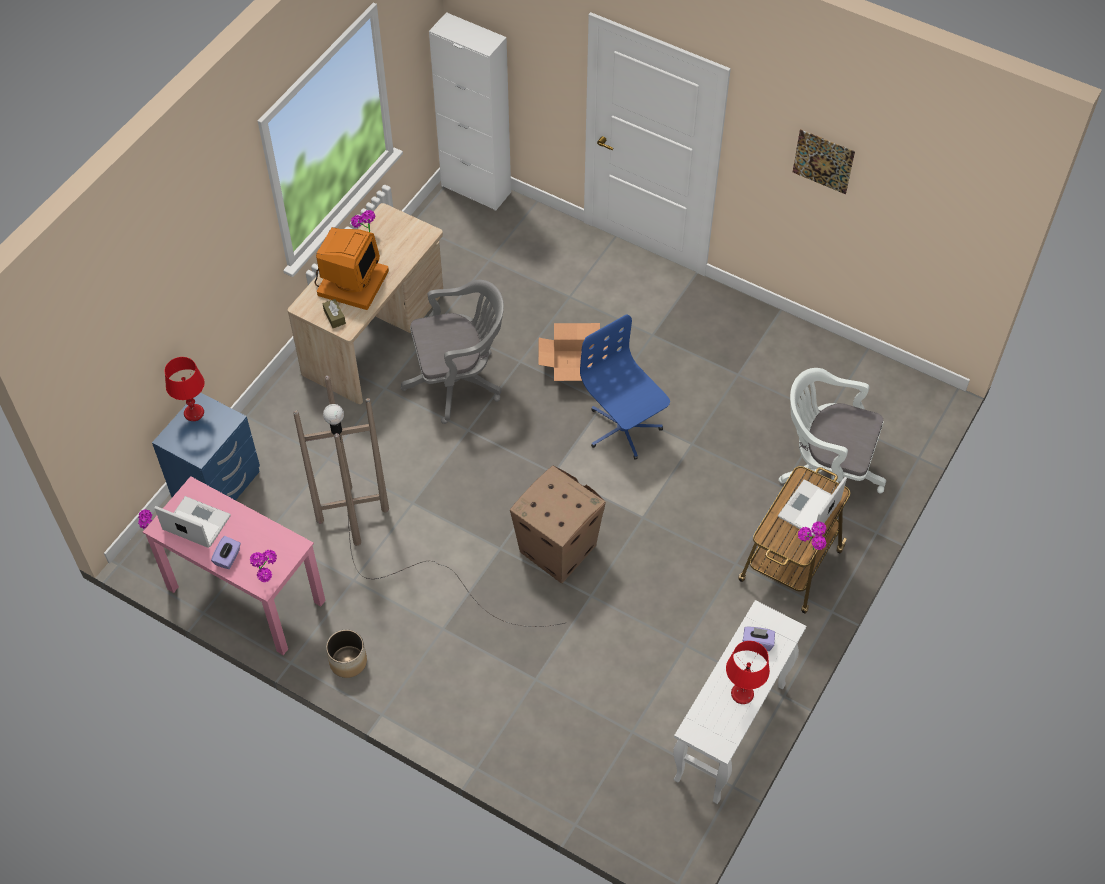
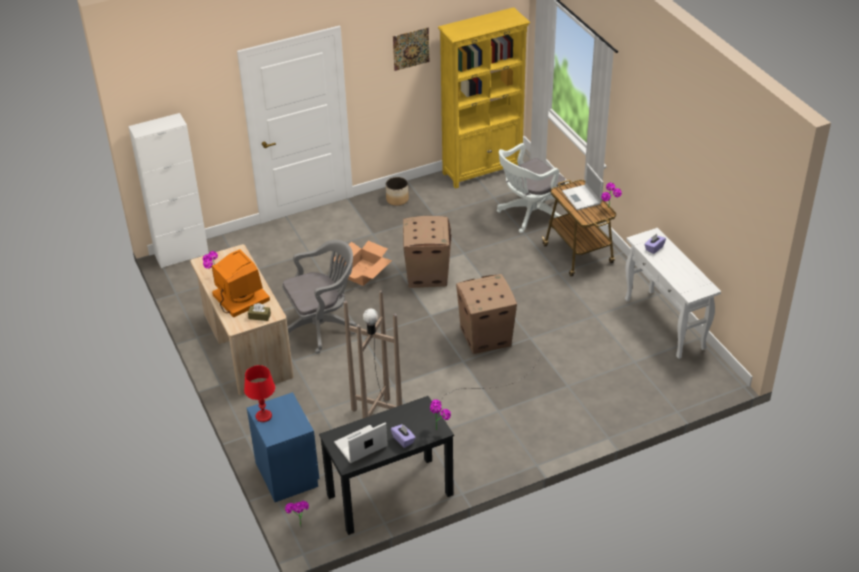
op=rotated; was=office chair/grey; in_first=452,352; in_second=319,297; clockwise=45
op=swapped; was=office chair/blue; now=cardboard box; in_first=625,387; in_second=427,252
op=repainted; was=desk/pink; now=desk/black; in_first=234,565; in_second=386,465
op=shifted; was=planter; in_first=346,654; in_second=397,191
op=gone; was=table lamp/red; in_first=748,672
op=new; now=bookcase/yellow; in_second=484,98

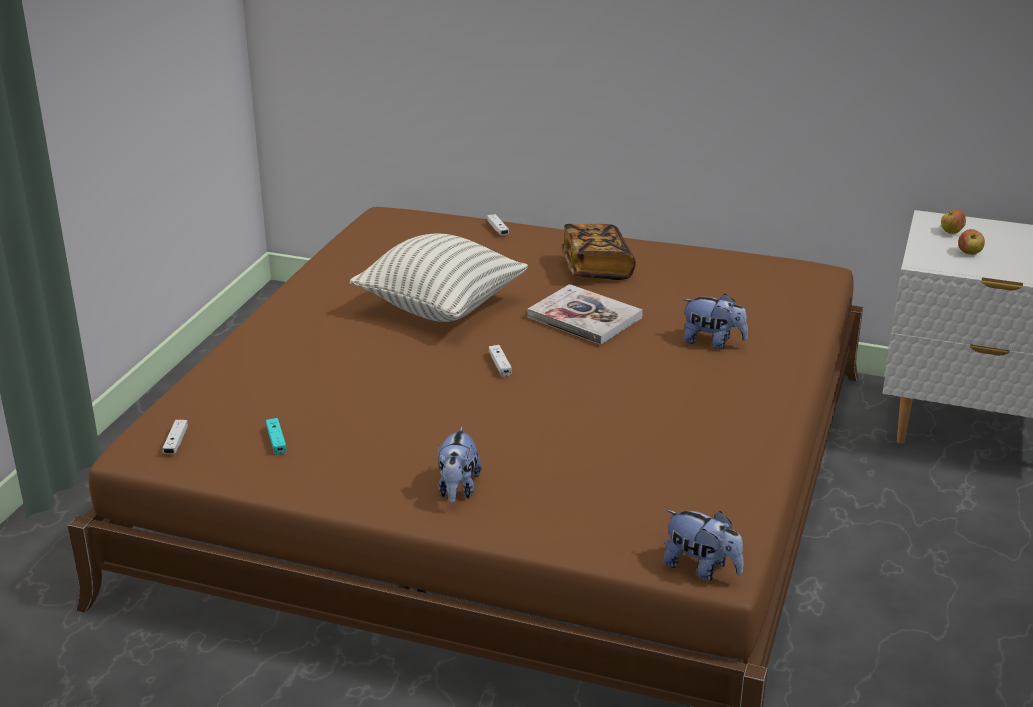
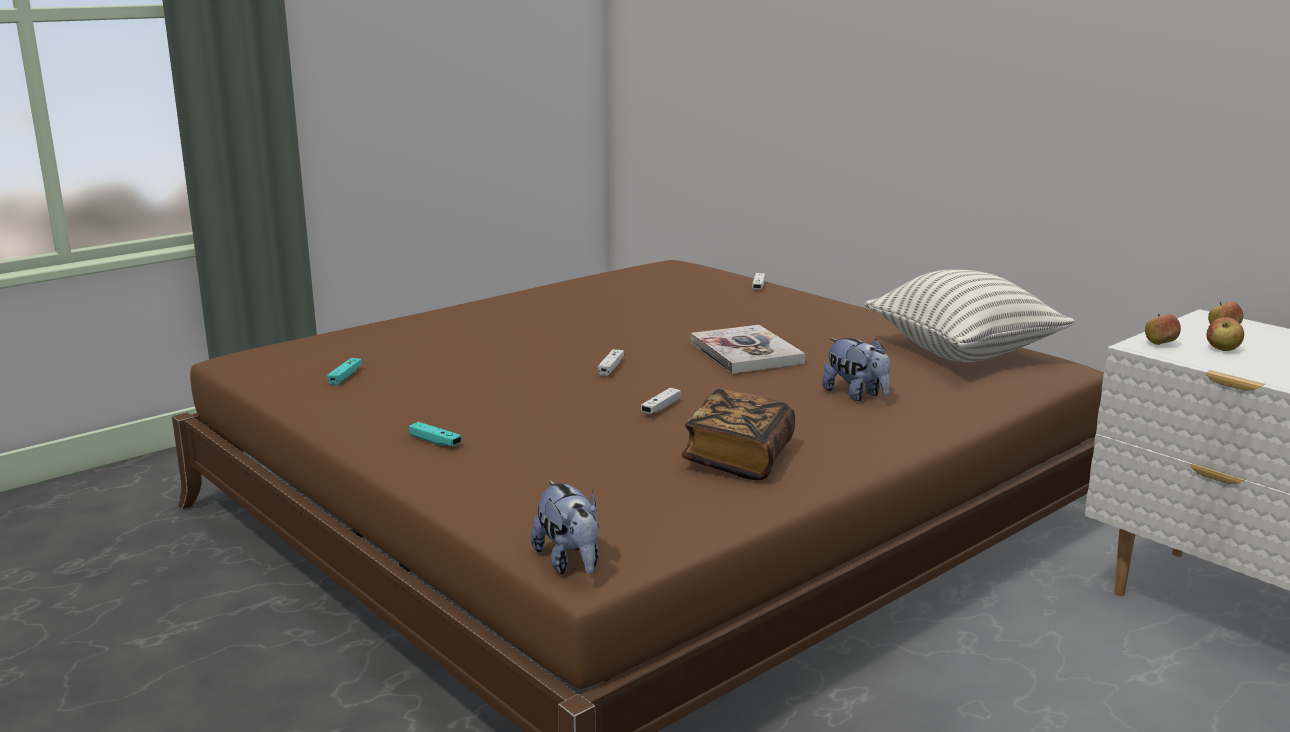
op=shifted; was=book; in_first=598,251; in_second=738,434
op=shifted; was=pillow; in_first=439,278; in_second=970,316
op=shifted; was=game controller/white; in_first=175,437; in_second=661,401
op=swapped; was=plush toy; now=game controller/turquoise; in_first=460,465; in_second=435,434
op=new; now=apple; in_second=1163,329

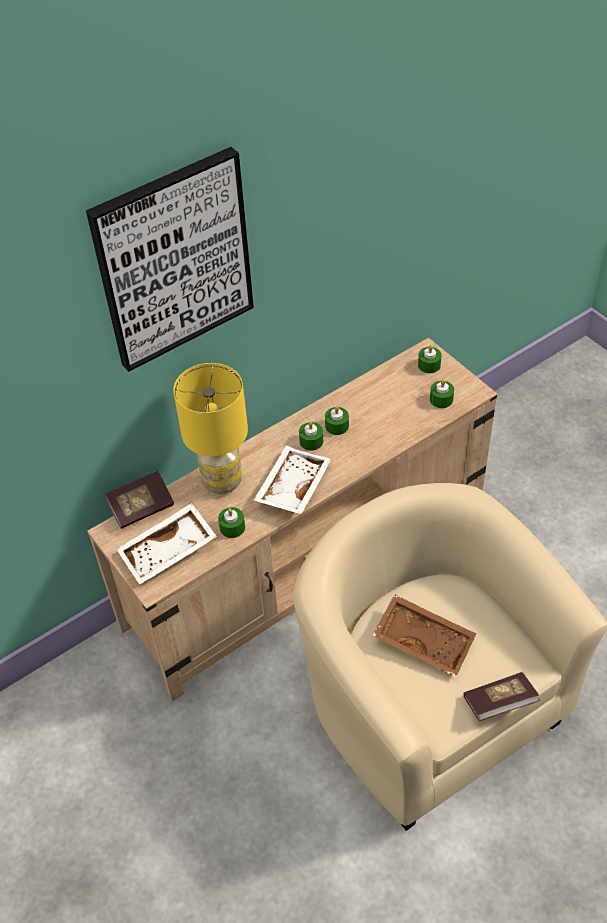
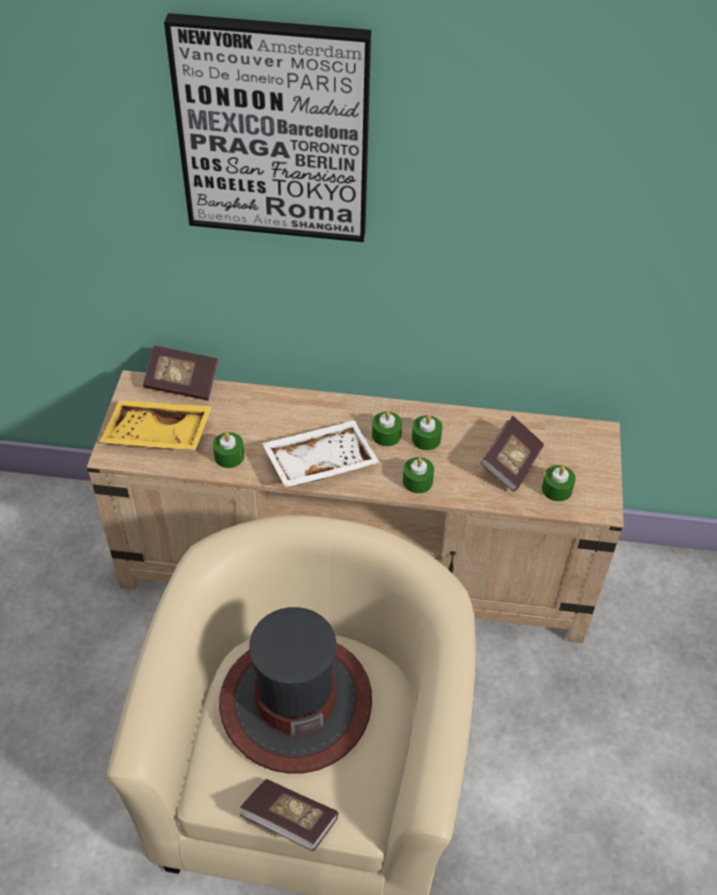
op=shifted; was=candle/green; in_first=430,359; in_second=418,475
op=gone; was=table lamp/yellow; in_first=210,428
op=repainted; was=tray/white; now=tray/yellow; in_first=166,544; in_second=156,425
op=swapped; was=tray/brown; now=hat; in_first=424,635; in_second=295,690
op=new; now=book; in_second=512,454

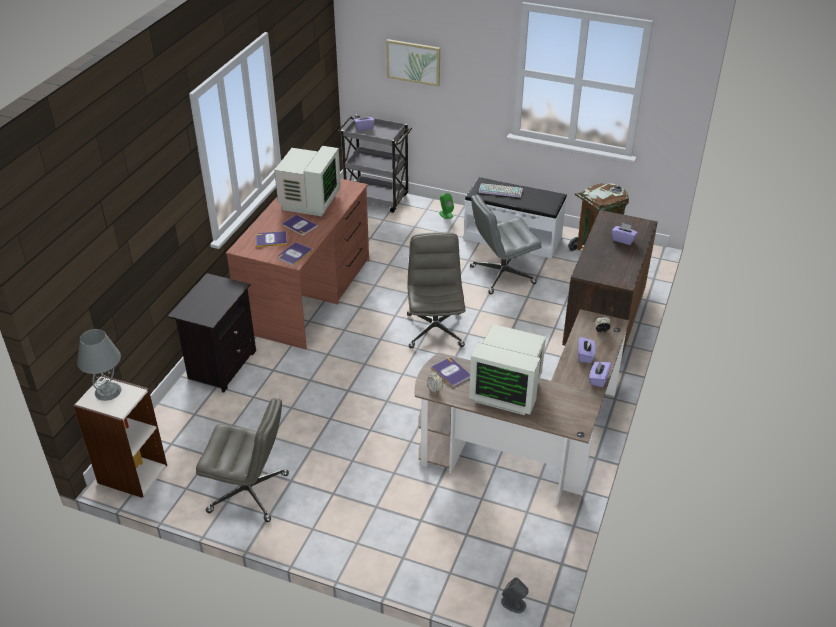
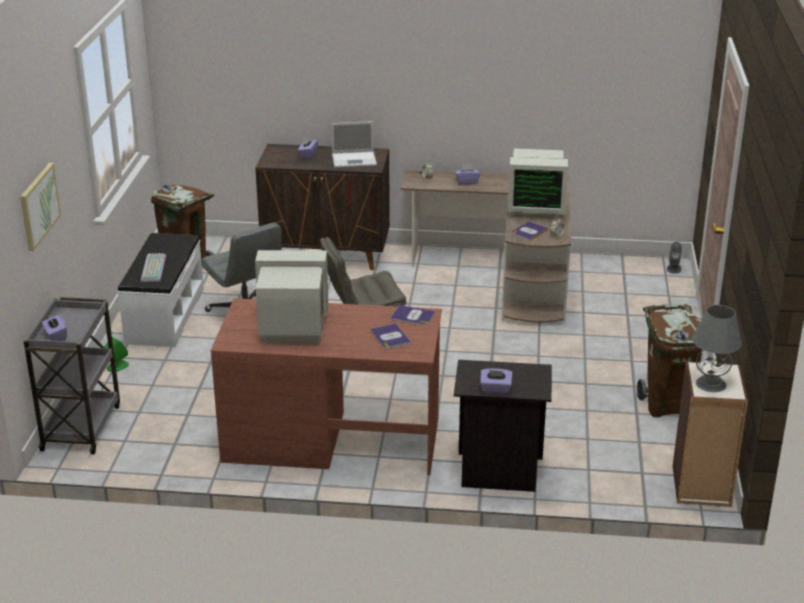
op=gone; was=book; in_first=299,225
op=rotated; was=monitor; in_first=507,369; in_second=538,183; clockwise=90
op=shifted; was=tissue box/purple; in_first=600,374; in_second=496,380
op=swapped; was=office chair/grey; now=trash can/brown; in_first=242,460; in_second=669,360
op=new; now=laptop; in_second=354,144

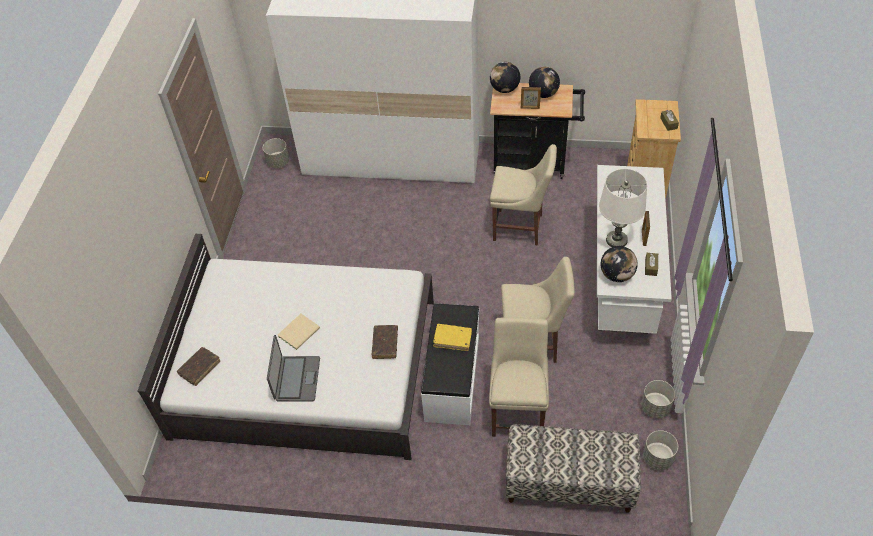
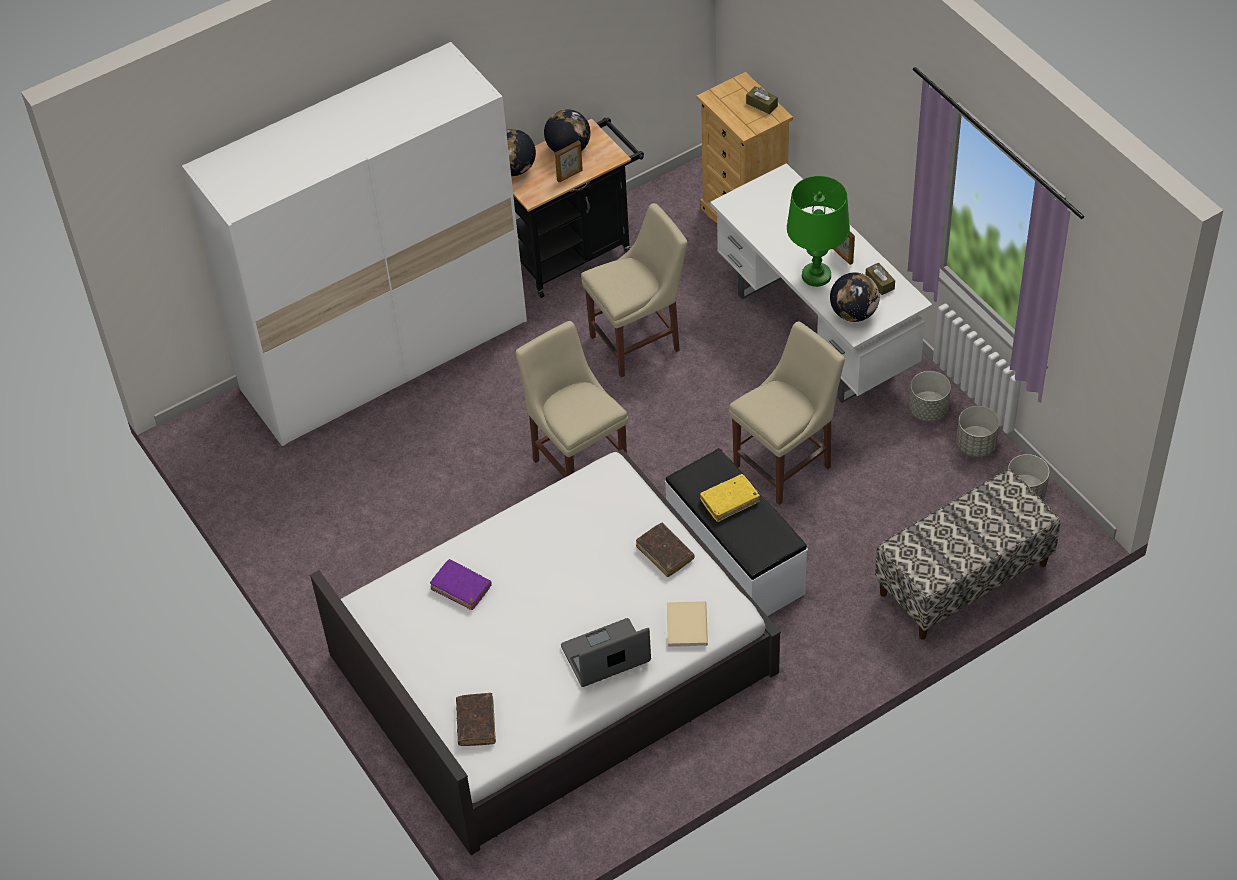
op=shifted; was=planter/grey; in_first=276,153; in_second=930,396
op=repainted; was=table lamp/white; now=table lamp/green; in_first=623,208; in_second=818,231
op=shifted; was=book/beige; in_first=299,332; in_second=687,624
op=shifted; was=chair/beige; in_first=519,377; in_second=571,399
op=rotated; was=laptop; in_first=293,368; in_second=606,652; clockwise=-75
op=new; now=book/purple; in_second=461,584

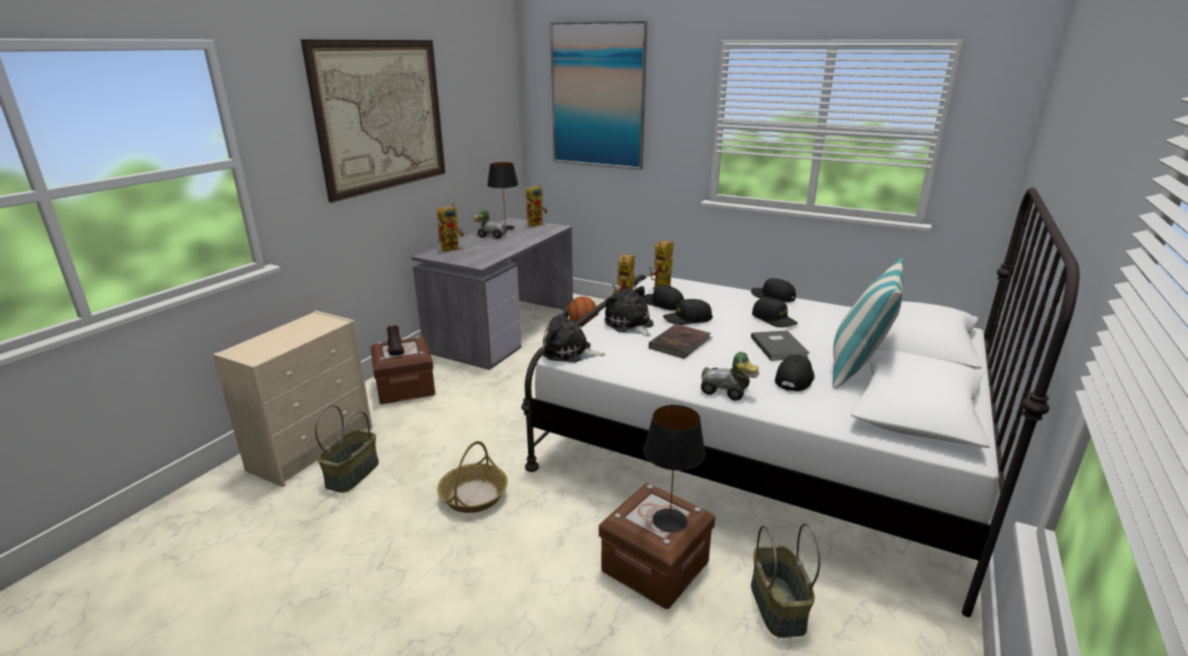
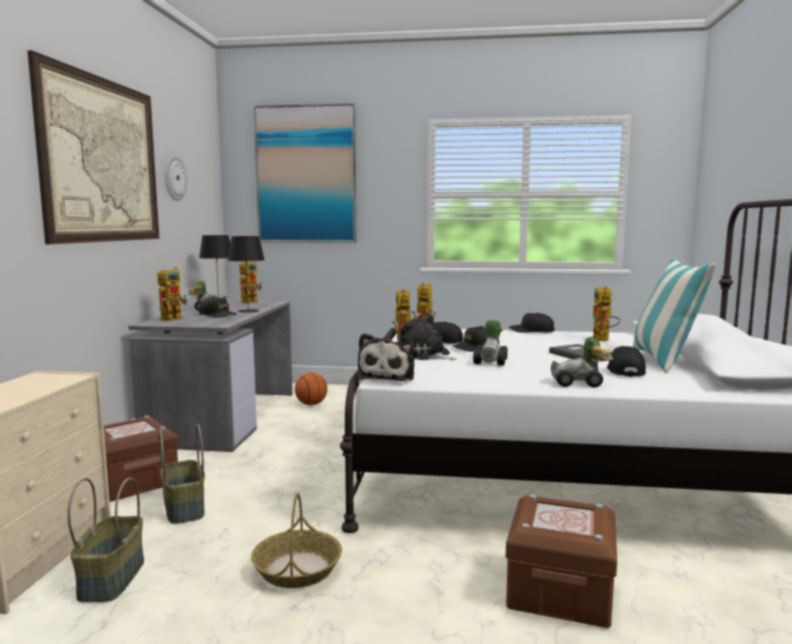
op=shifted; was=cap/black; in_first=775,312; in_second=217,307
op=rotated; was=plush toy; in_first=573,335; in_second=386,357; clockwise=-75
op=swapped; was=book/brown; now=toy car; in_first=681,341; in_second=490,343
op=gone; was=shoe; in_first=395,340
op=shifted; was=table lamp/black; in_first=674,469; in_second=246,274
op=shifted; was=basket; in_first=786,580; in_second=182,474
op=new; now=wall clock; in_second=176,178
op=new; now=toy robot; in_second=607,313

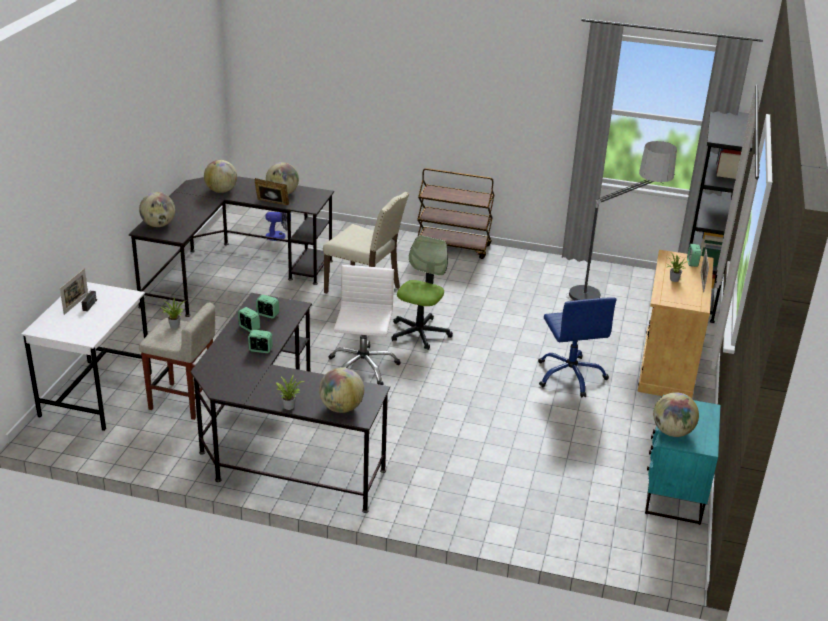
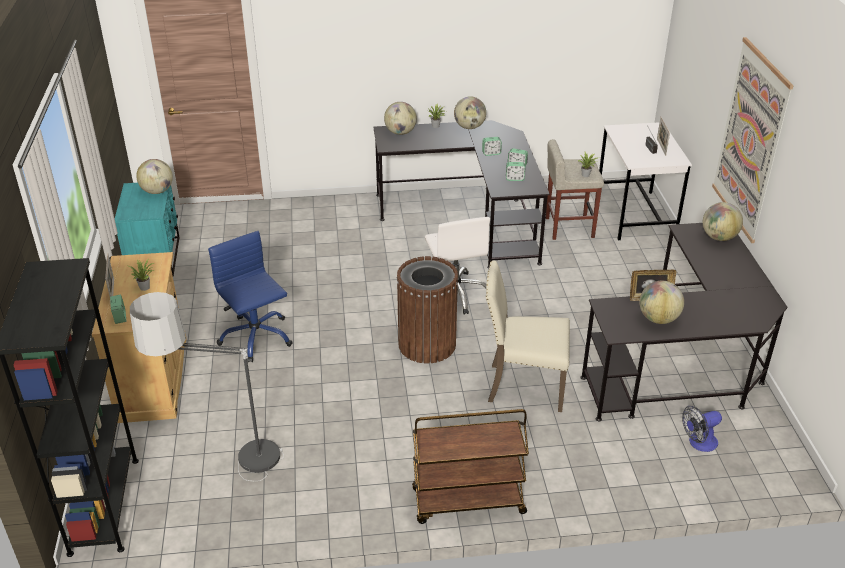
op=shifted; was=globe; in_first=220,176; in_second=470,112
op=swapped; was=office chair; now=trash can/brown; in_first=422,292; in_second=427,309
op=new; now=picture; in_second=752,140

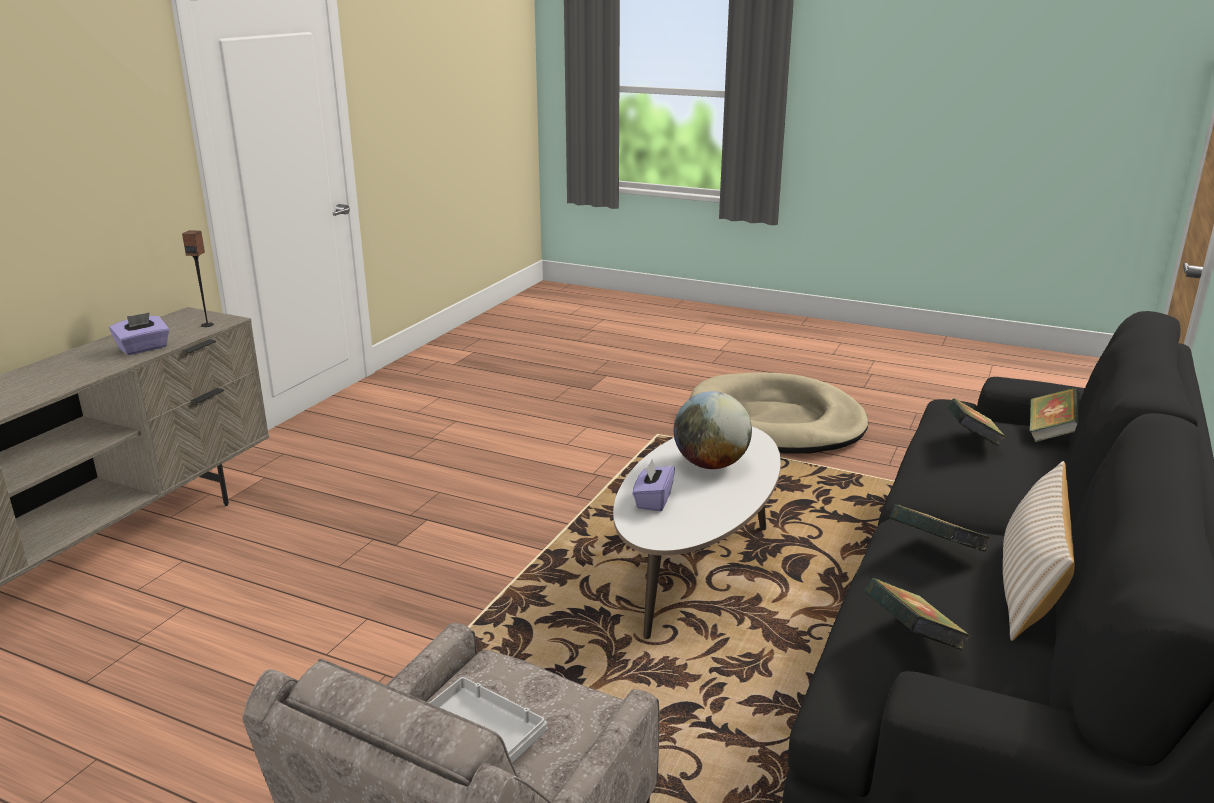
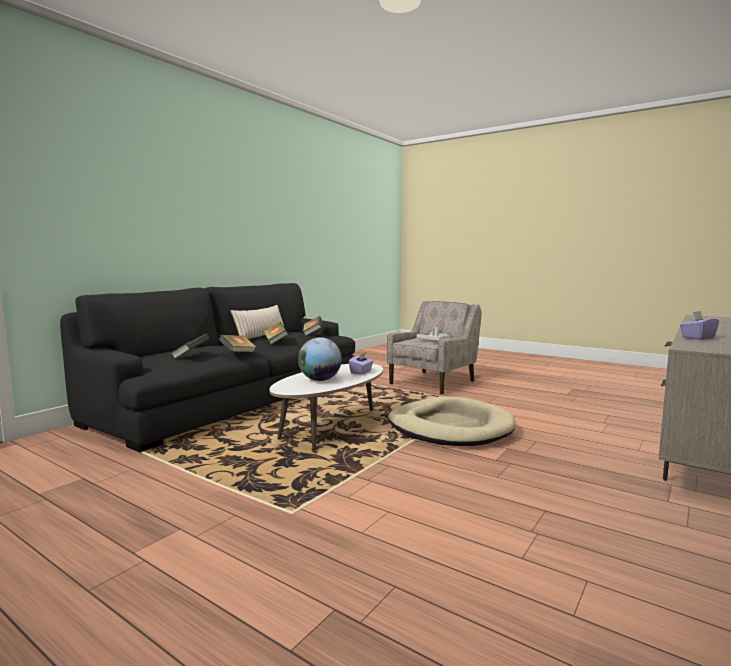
op=gone; was=speaker; in_first=198,278
op=shifted; was=dog bed/beige; in_first=779,413; in_second=451,421
op=shifted; was=book; in_first=1055,415; in_second=237,343

